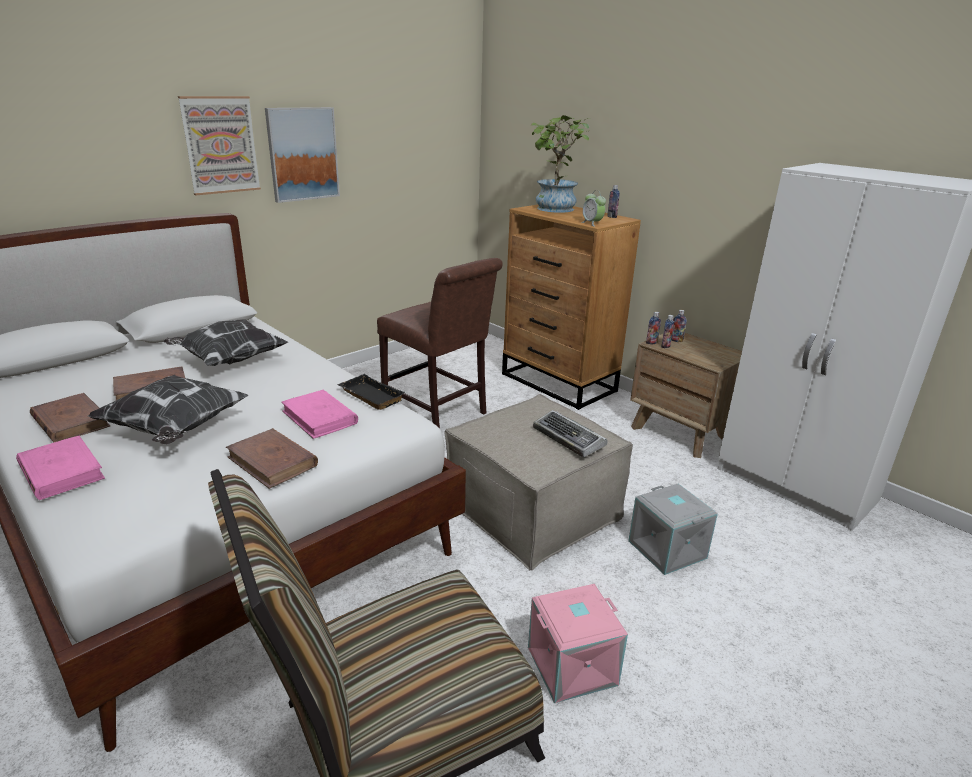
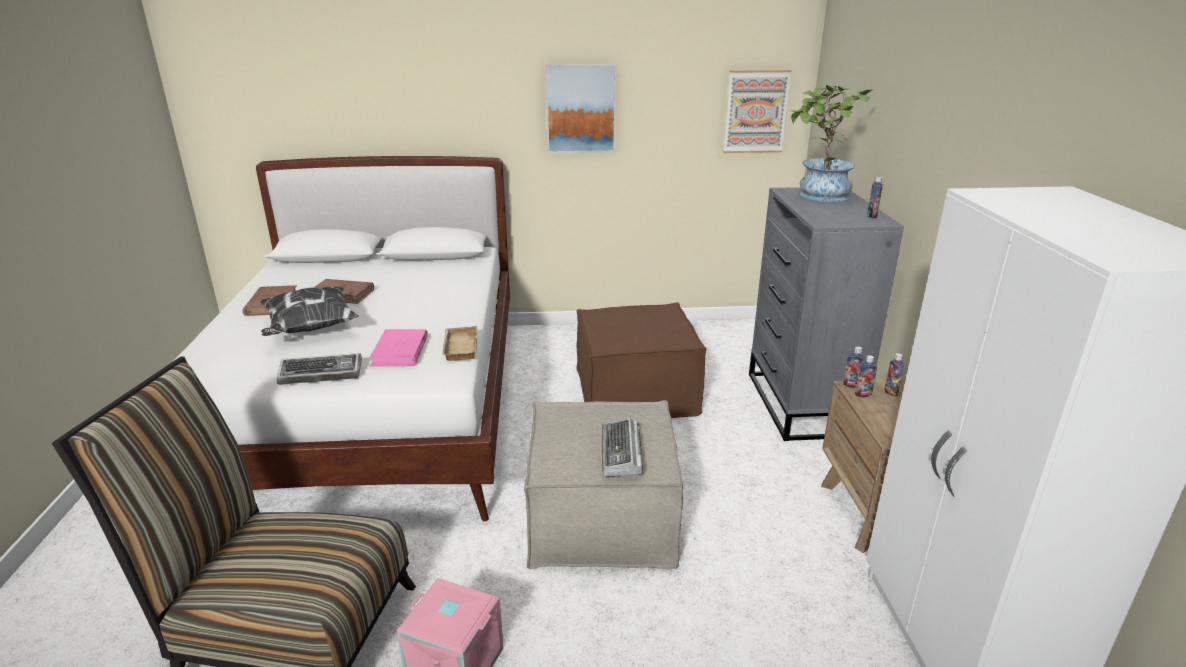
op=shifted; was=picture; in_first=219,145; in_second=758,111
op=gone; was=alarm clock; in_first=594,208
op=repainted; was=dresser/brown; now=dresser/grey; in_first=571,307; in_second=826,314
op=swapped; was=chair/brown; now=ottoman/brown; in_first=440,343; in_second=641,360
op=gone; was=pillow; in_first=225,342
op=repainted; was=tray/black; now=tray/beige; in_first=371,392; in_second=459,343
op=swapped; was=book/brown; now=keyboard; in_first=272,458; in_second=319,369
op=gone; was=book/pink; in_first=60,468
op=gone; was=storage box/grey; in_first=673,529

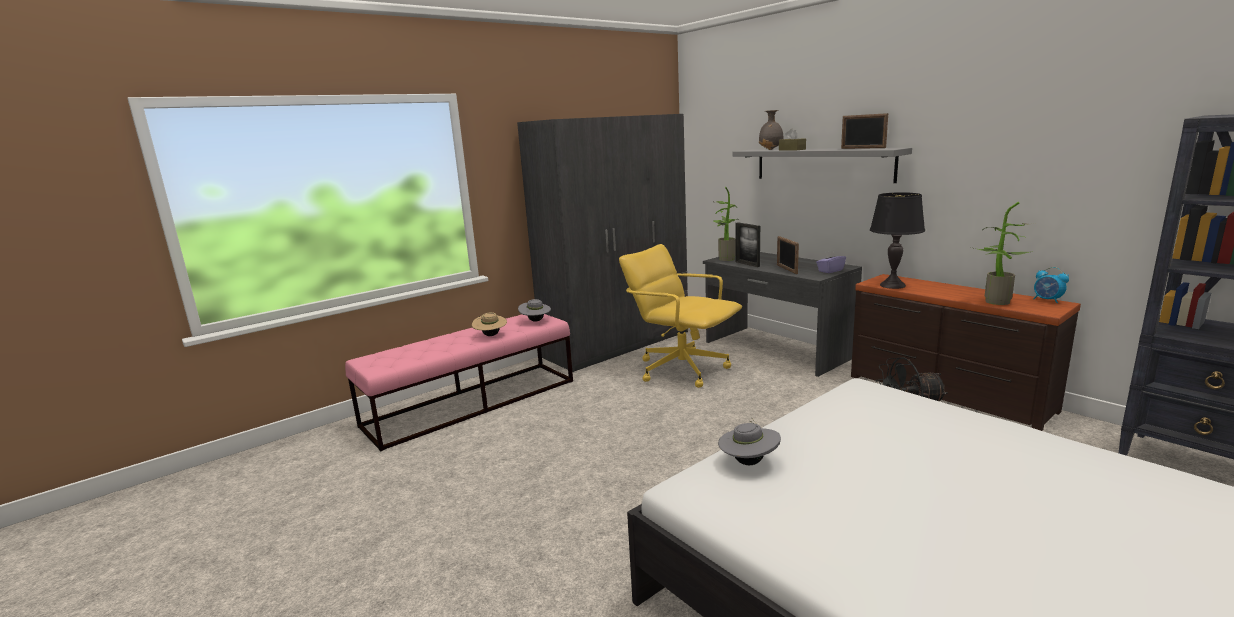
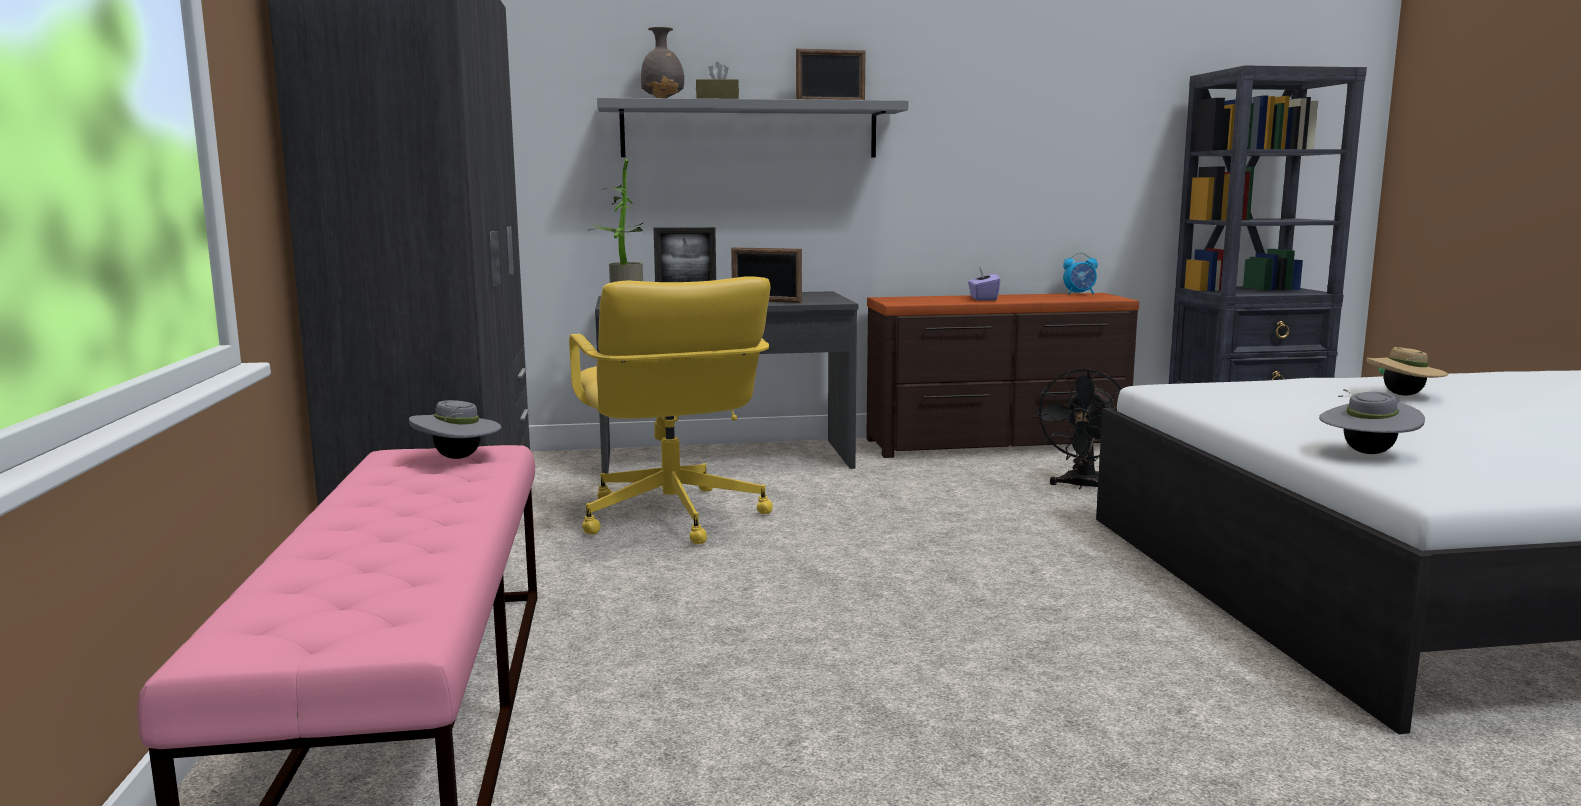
op=gone; was=table lamp/black; in_first=897,240
op=gone; was=potted plant; in_first=1003,253
op=rotated; was=office chair/yellow; in_first=680,316; in_second=671,410; clockwise=-90
op=shifted; was=tissue box/purple; in_first=831,261; in_second=984,283
op=shifted; was=hat/beige; in_first=489,324; in_second=1407,371

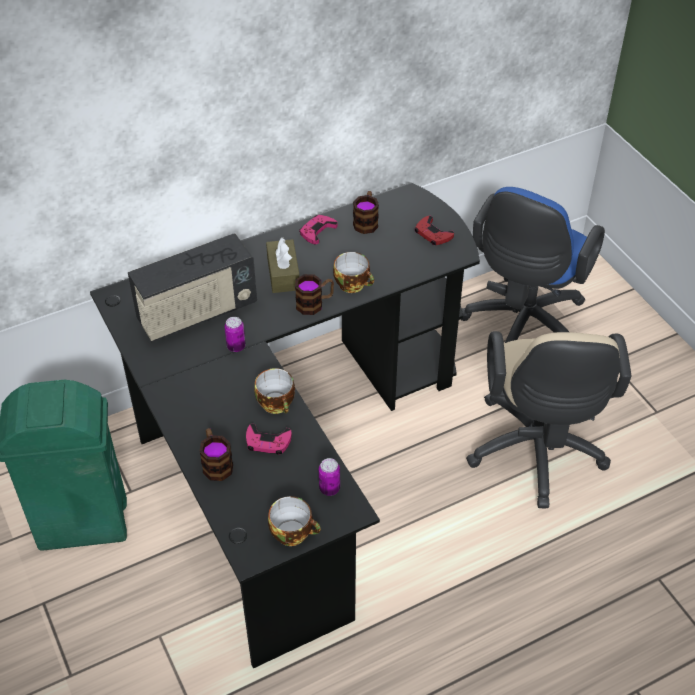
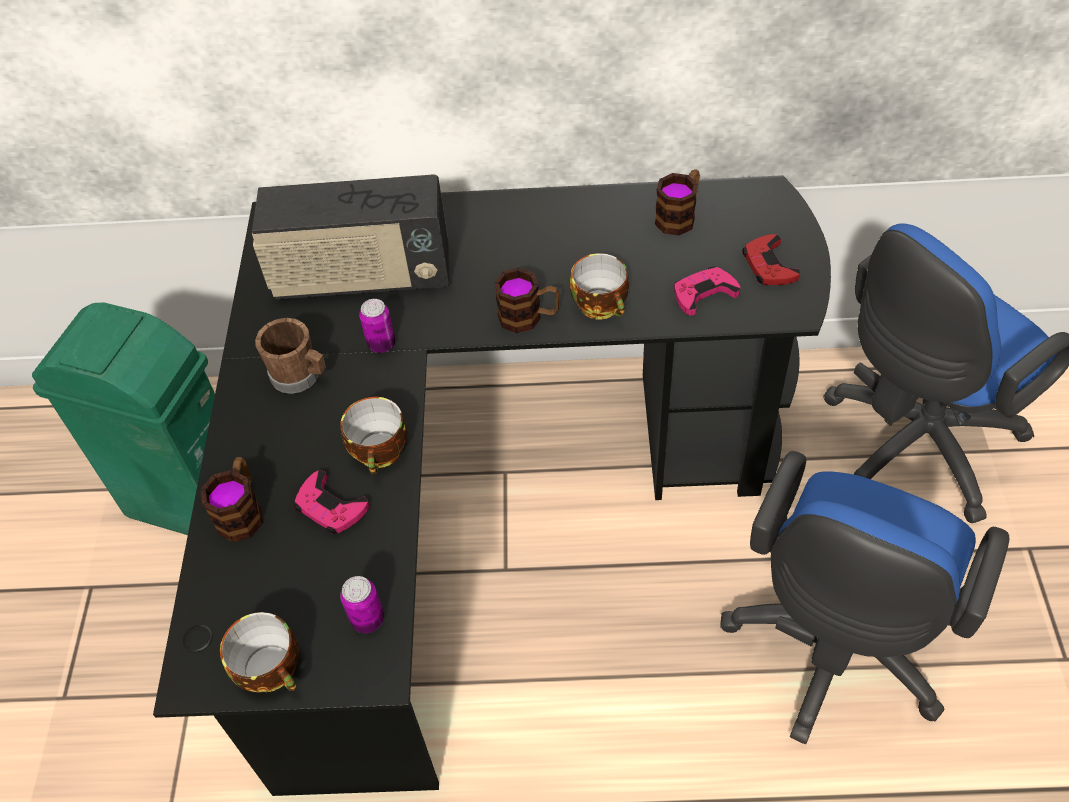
op=shifted; was=game controller/pink; in_first=318,230; in_second=707,290
op=gone; was=tissue box/brown; in_first=283,265
op=repainted; was=office chair/beige; now=office chair/blue; in_first=549,419; in_second=864,597
op=new; now=mug/brown; in_second=290,356

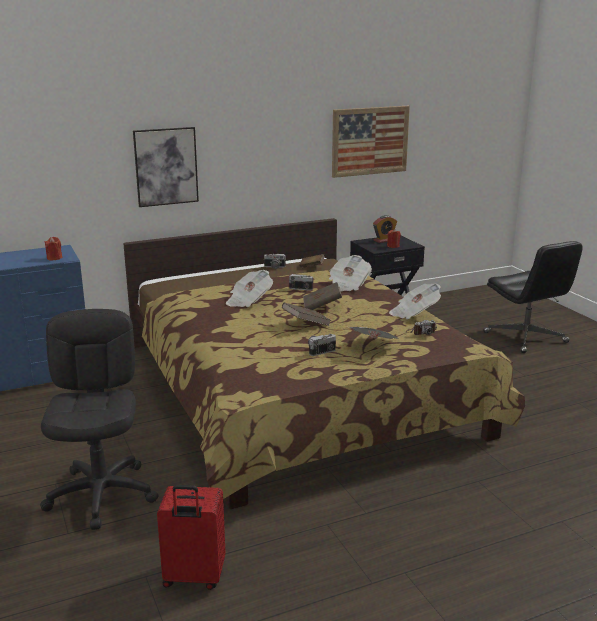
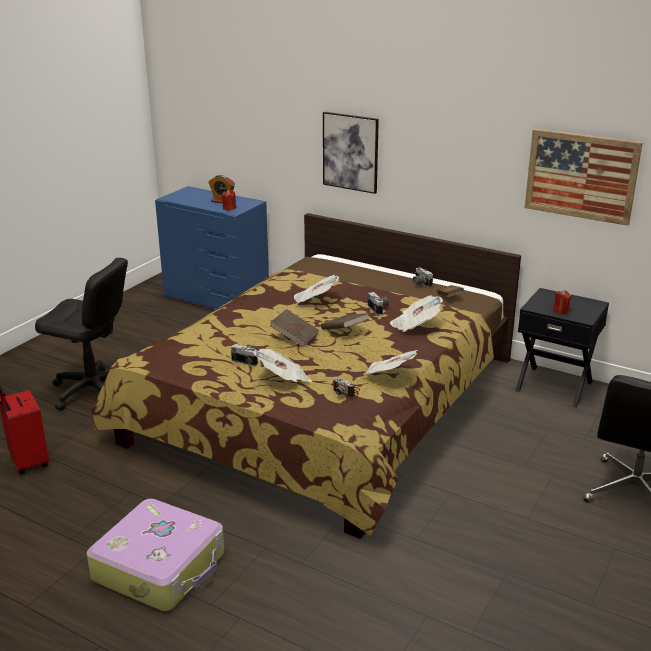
op=shifted; was=alarm clock; in_first=385,229; in_second=221,189
op=rotated; was=office chair/black; in_first=99,419; in_second=81,334; clockwise=60
op=new; now=suitcase; in_second=155,555

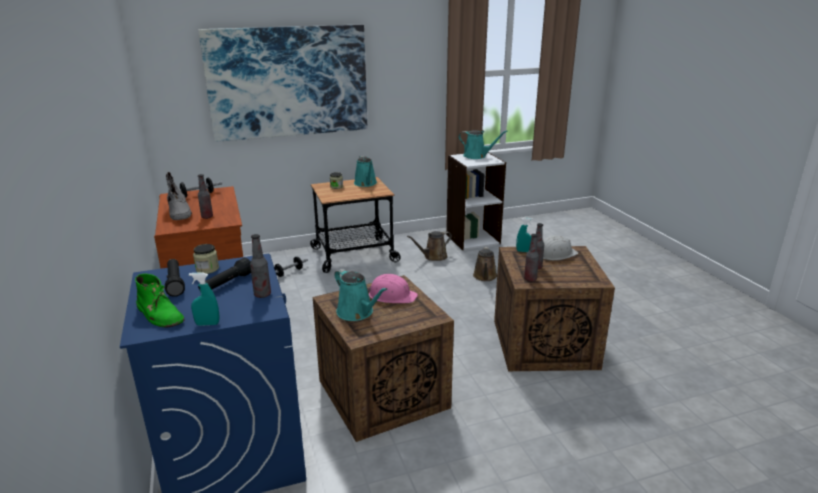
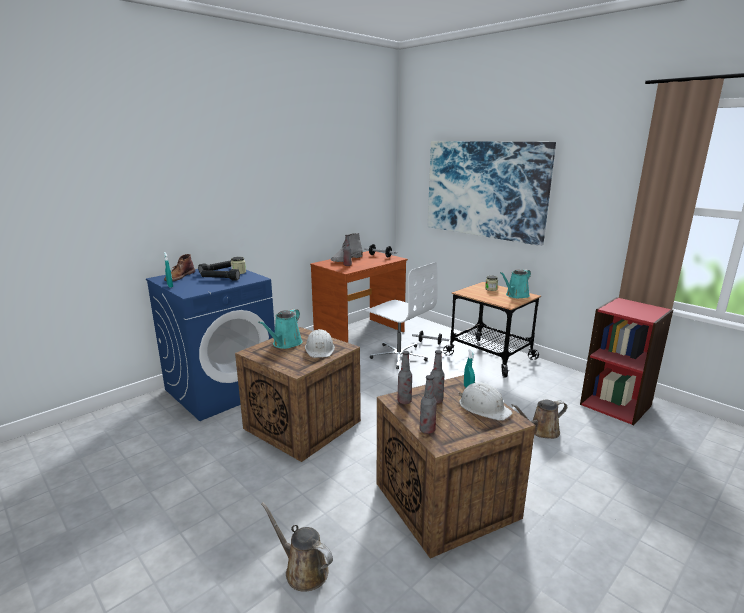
op=gone; was=watering can/turquoise; in_first=482,144
op=repainted; was=bookcase/white; now=bookcase/red; in_first=476,201; in_second=626,361
op=shifted; was=watering can/brown; in_first=429,246; in_second=297,547
op=shifted; was=bottle; in_first=260,266; in_second=428,404
op=repainted; was=boot/green; now=boot/brown; in_first=159,301; in_second=179,267
op=repainted; was=hard hat/pink; now=hard hat/white; in_first=392,288; in_second=320,343
op=new; now=office chair/white; in_second=401,315

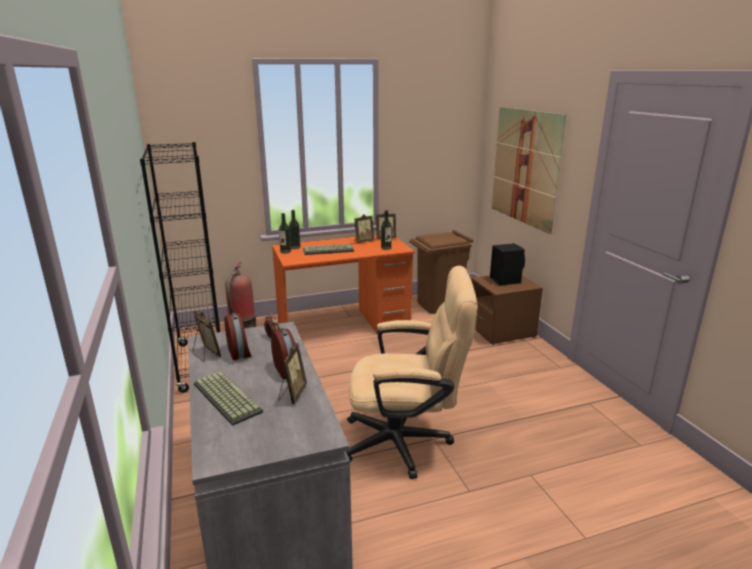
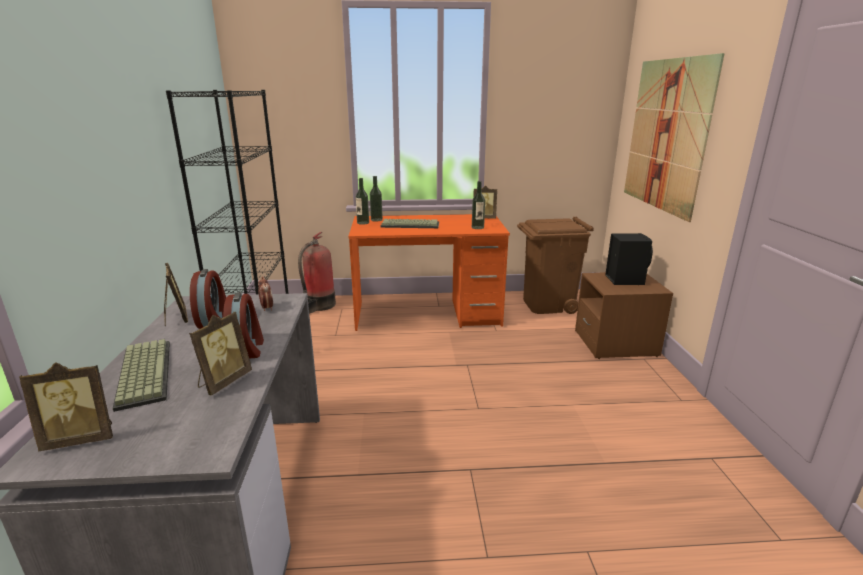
op=shifted; was=picture frame; in_first=364,228; in_second=66,407
op=gone; was=office chair/beige; in_first=411,372

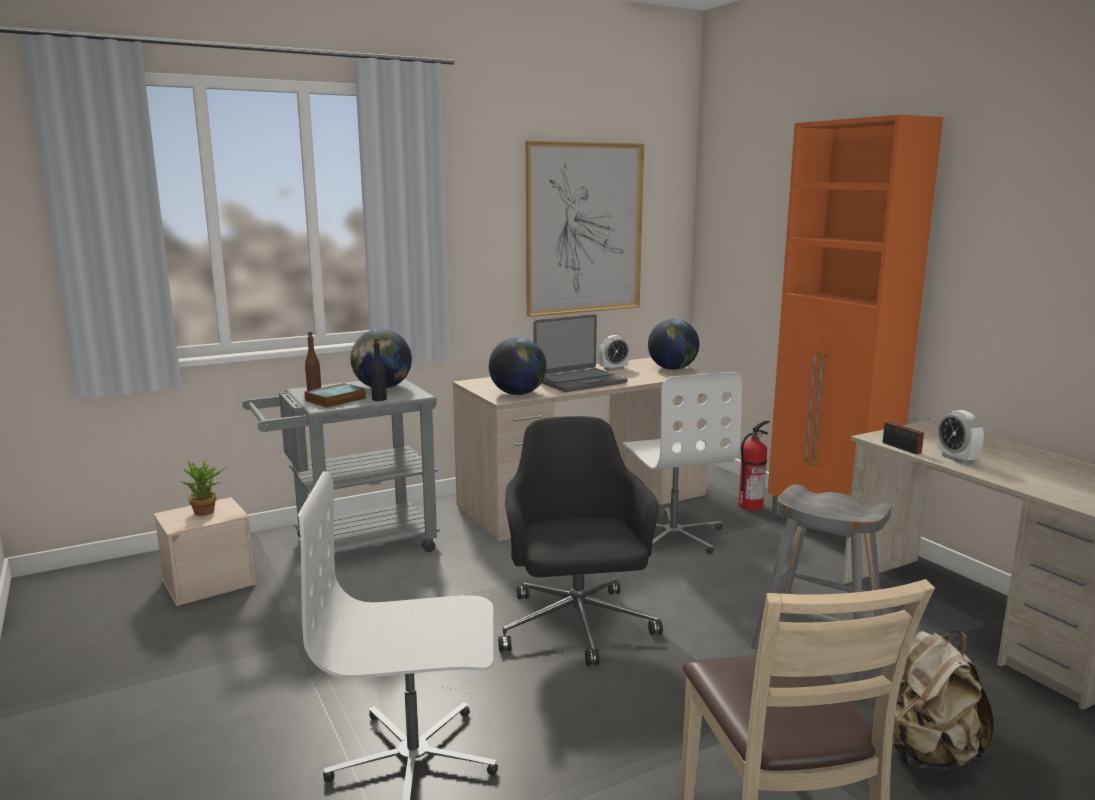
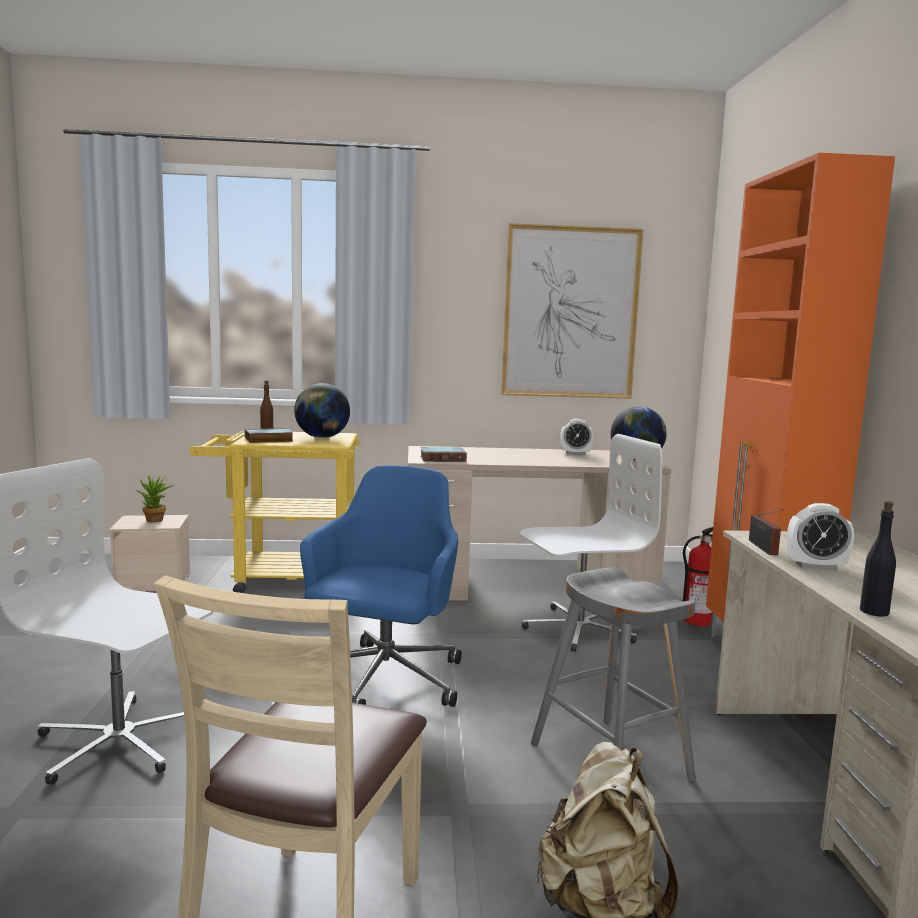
op=gone; was=laptop; in_first=580,353
op=shifted; was=bottle/black; in_first=379,369; in_second=878,558
op=swapped; was=globe; now=book; in_first=518,366; in_second=443,454
op=rotated; was=office chair/white; in_first=682,463; in_second=591,543; clockwise=-120
op=repainted; was=cart/grey; now=cart/yellow; in_first=341,466; in_second=274,512
op=rotated; was=alarm clock; in_first=960,437; in_second=820,537; clockwise=-90
op=repainted; was=office chair/black; now=office chair/blue; in_first=580,541; in_second=381,586

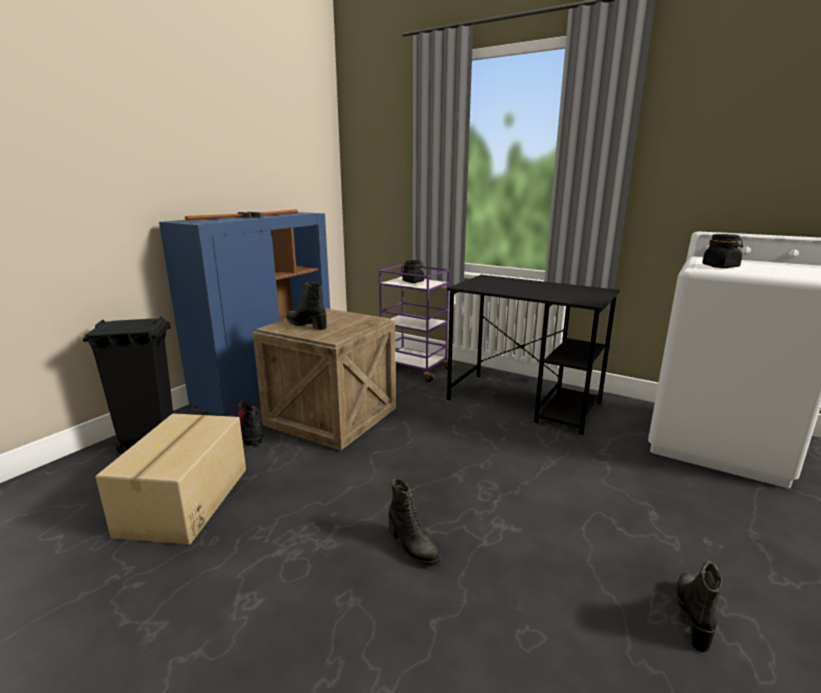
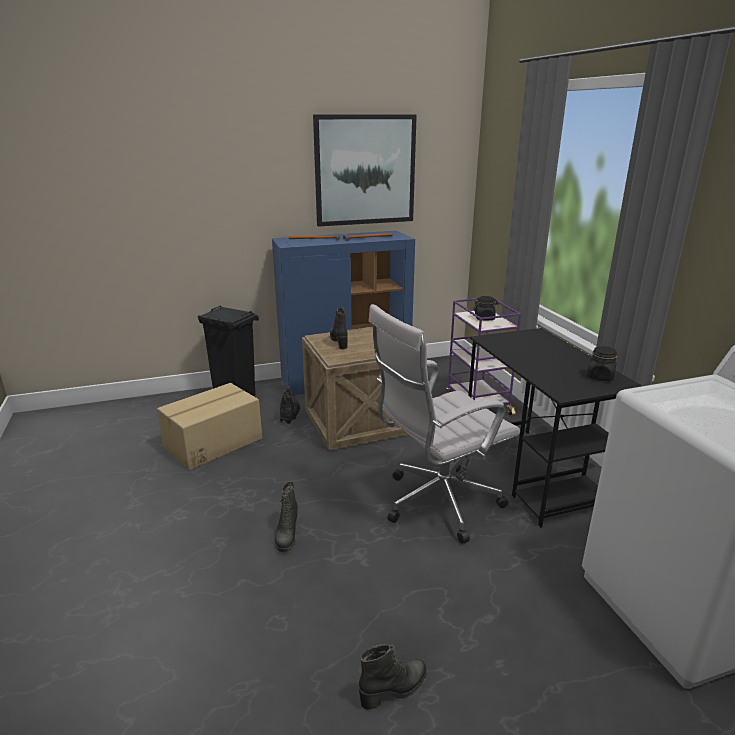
op=shifted; was=jar/black; in_first=722,251; in_second=602,363
op=new; now=picture; in_second=365,170
op=new; now=office chair/white; in_second=444,424

